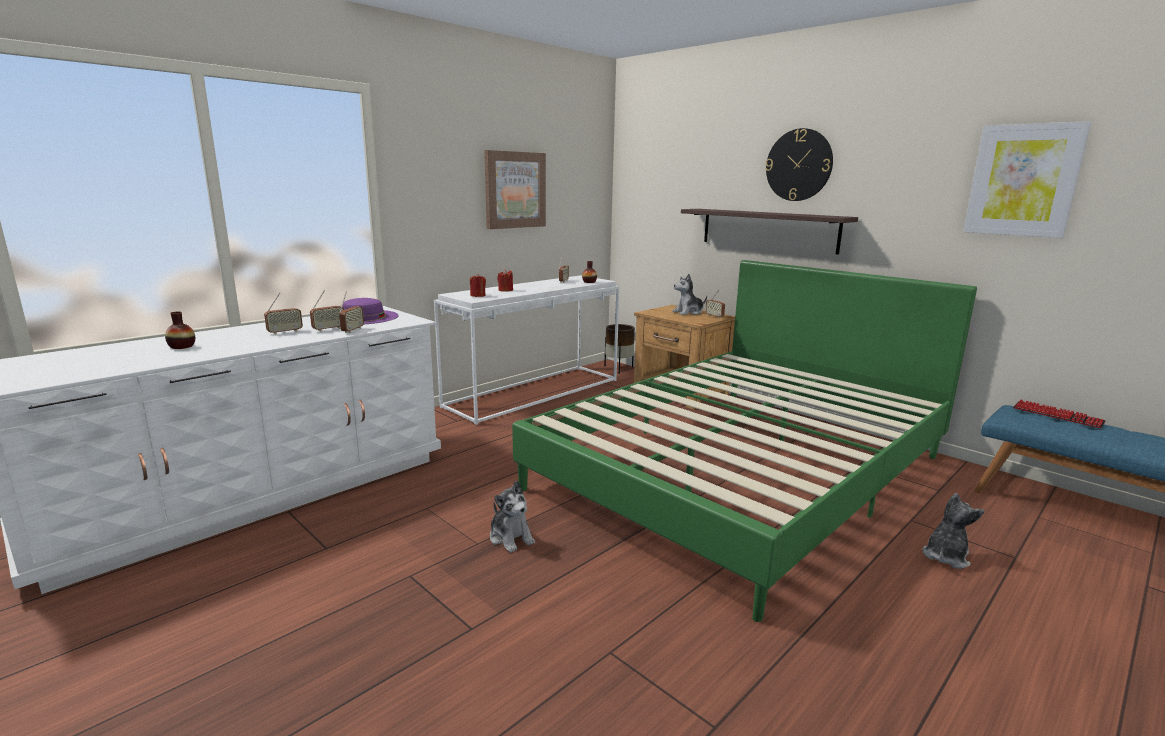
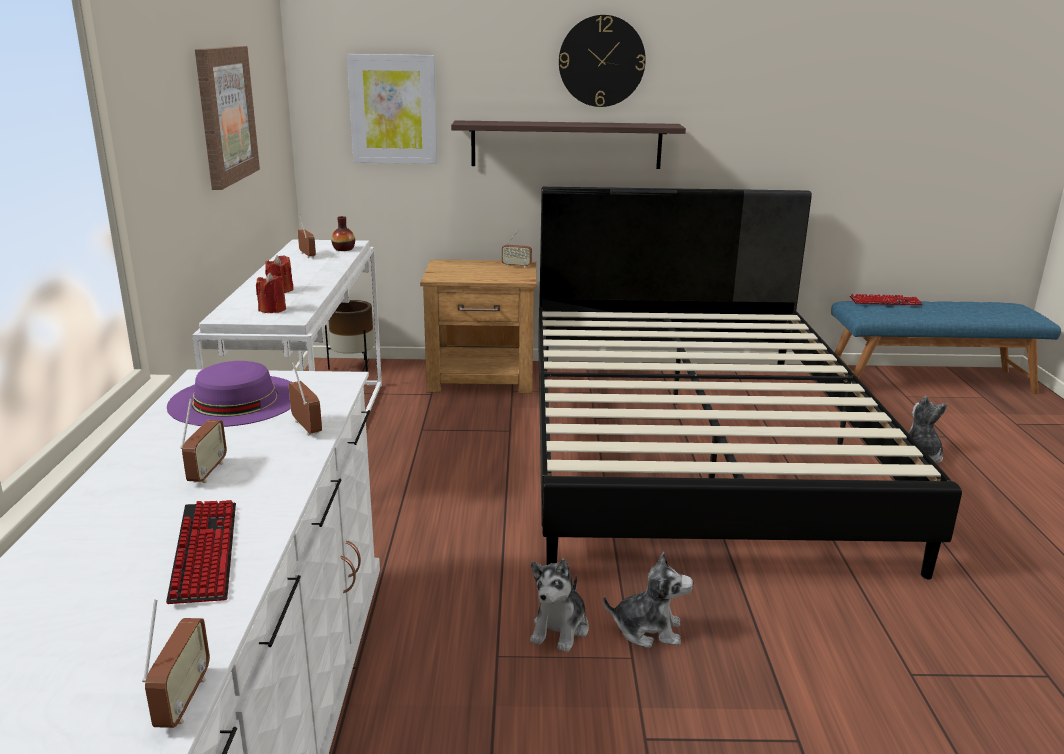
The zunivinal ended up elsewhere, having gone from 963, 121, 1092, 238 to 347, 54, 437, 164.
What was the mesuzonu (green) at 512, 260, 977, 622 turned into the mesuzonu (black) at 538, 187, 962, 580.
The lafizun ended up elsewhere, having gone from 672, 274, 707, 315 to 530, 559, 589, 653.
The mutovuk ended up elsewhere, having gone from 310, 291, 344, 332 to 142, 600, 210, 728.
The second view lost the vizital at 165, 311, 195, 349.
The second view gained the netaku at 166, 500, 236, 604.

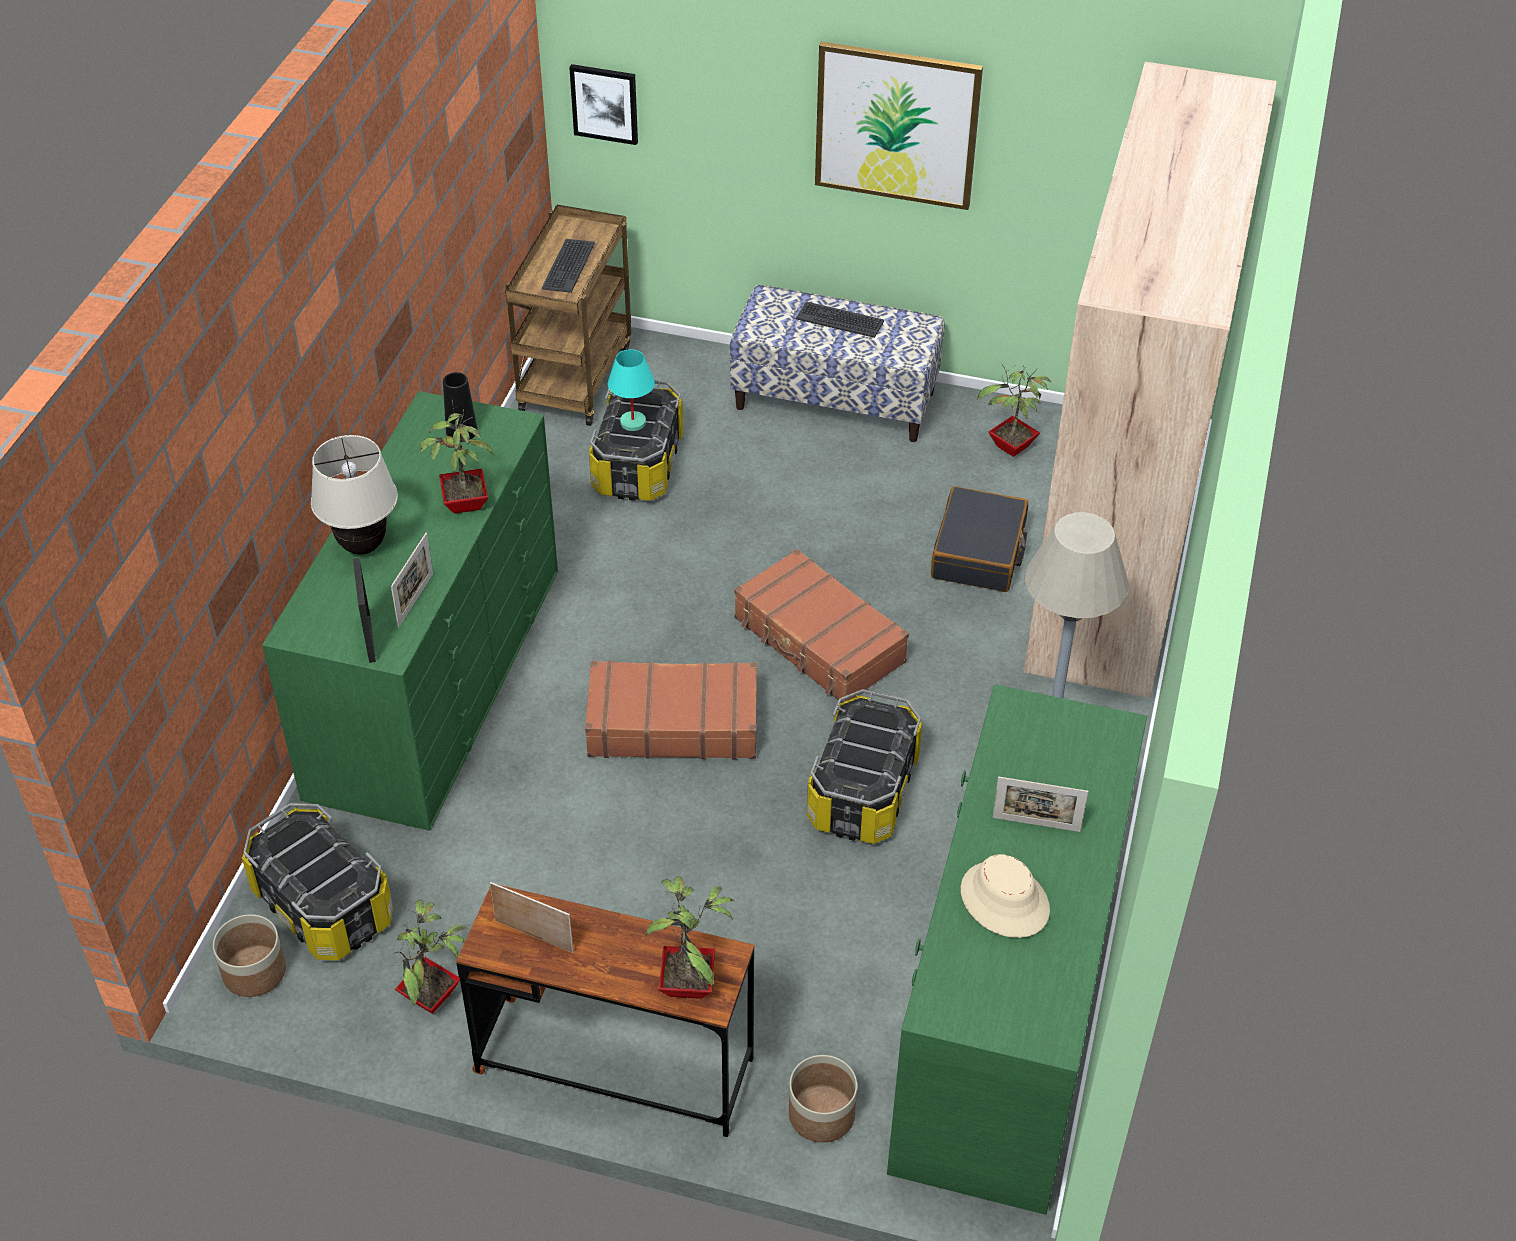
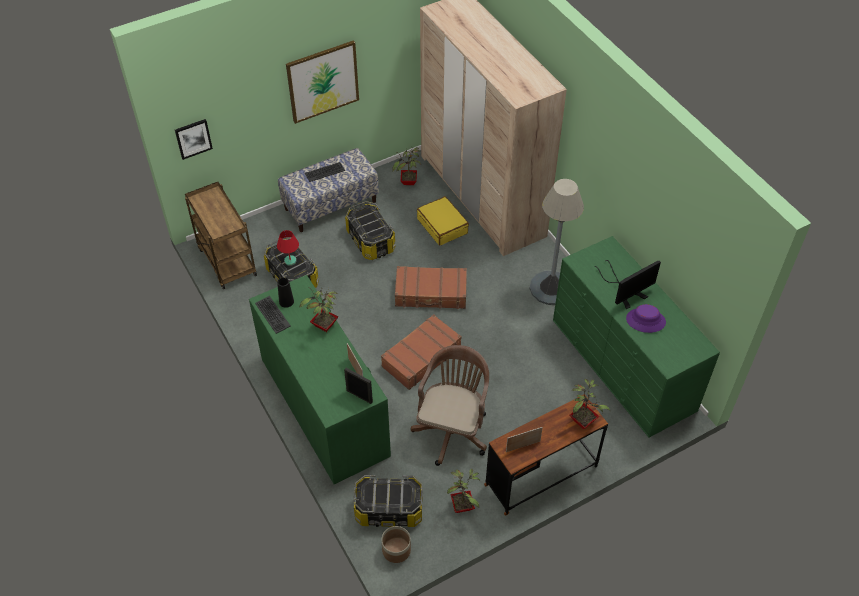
The netaku ended up elsewhere, having gone from 542, 239, 595, 293 to 255, 296, 291, 334.
What was the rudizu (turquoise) at 608, 349, 655, 431 turned into the rudizu (red) at 277, 230, 299, 266.
The second view lost the rudizu (beige) at 311, 435, 398, 555.
What was the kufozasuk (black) at 931, 486, 1028, 592 turned into the kufozasuk (yellow) at 417, 196, 469, 246.
The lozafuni ended up elsewhere, having gone from 807, 689, 923, 844 to 345, 201, 395, 260.
Where the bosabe stood at 993, 777, 1088, 832, the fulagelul came to stand at 595, 260, 661, 309.
What was the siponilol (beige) at 961, 854, 1050, 938 turned into the siponilol (purple) at 626, 304, 666, 333.
The second view lost the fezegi at 789, 1055, 857, 1143.
The second view gained the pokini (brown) at 410, 345, 489, 466.

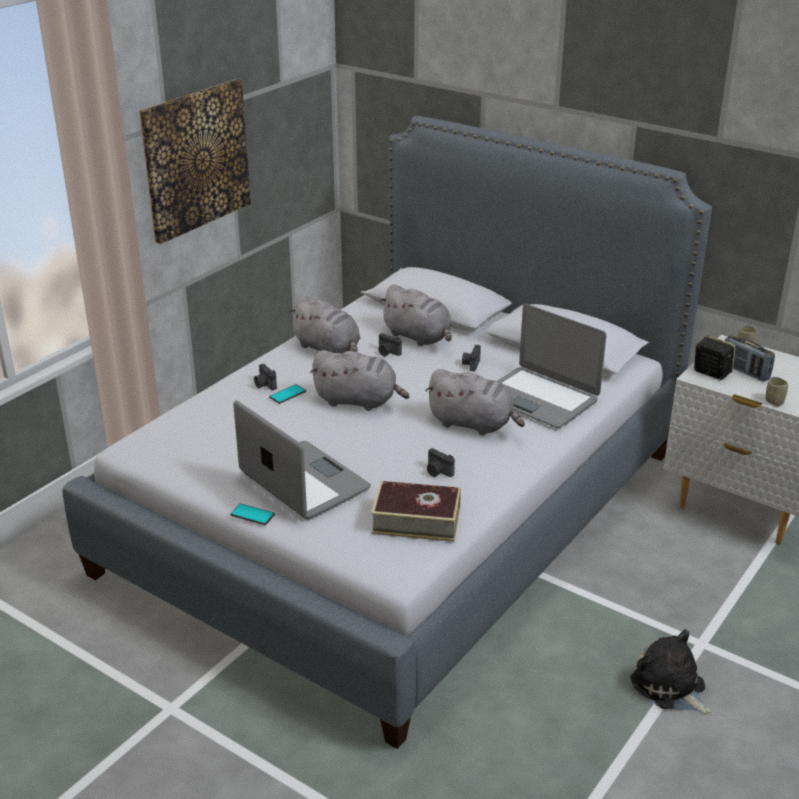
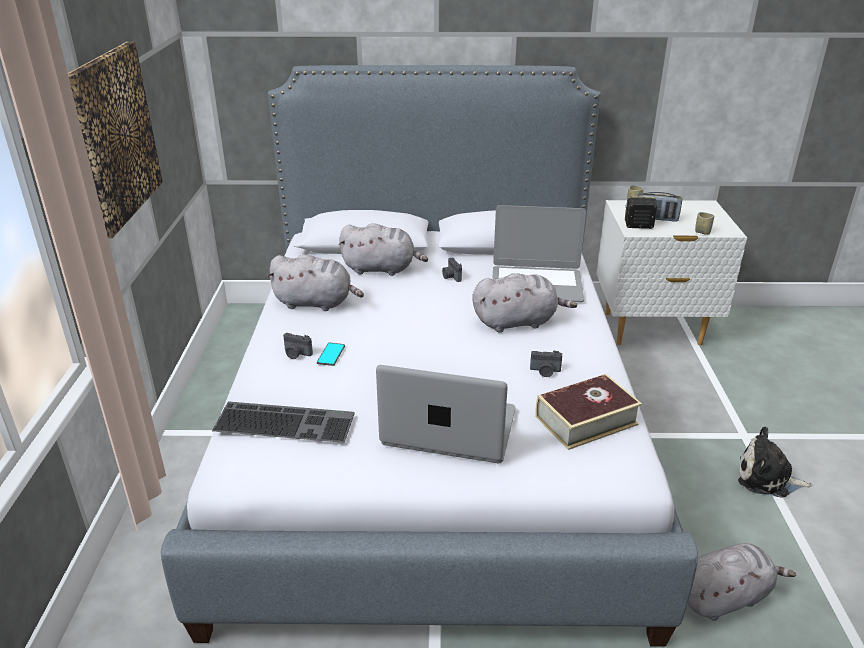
The second view lost the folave at 379, 333, 402, 356.
The lafizun (grey) ended up elsewhere, having gone from 310, 350, 409, 411 to 688, 543, 796, 621.
The second view lost the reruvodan at 230, 503, 275, 525.
The second view gained the netaku at 212, 401, 355, 443.

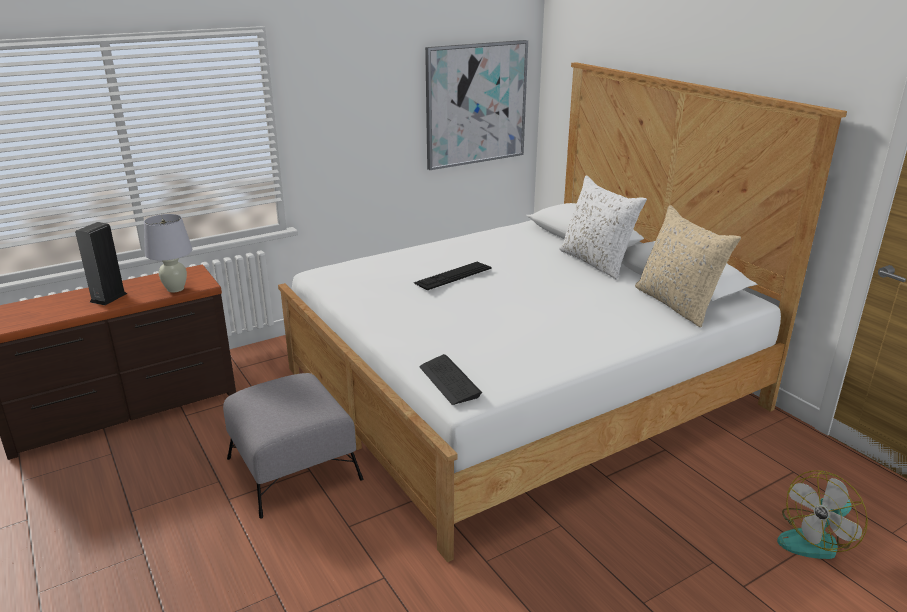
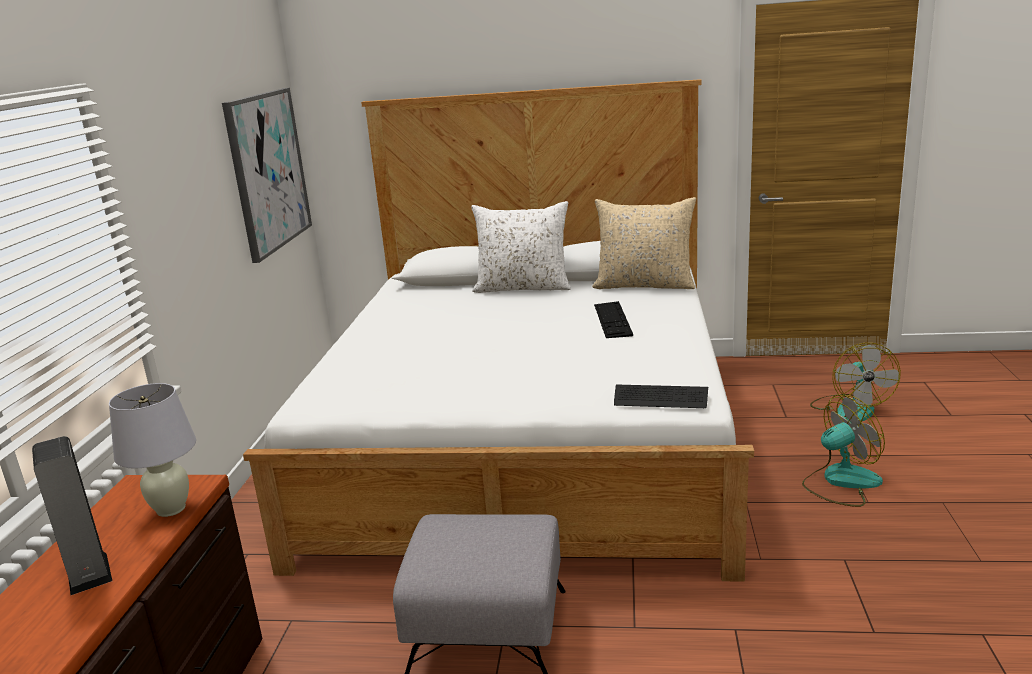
The netaku ended up elsewhere, having gone from 414, 262, 491, 290 to 594, 301, 633, 338.
The second view gained the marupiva at 802, 395, 885, 507.

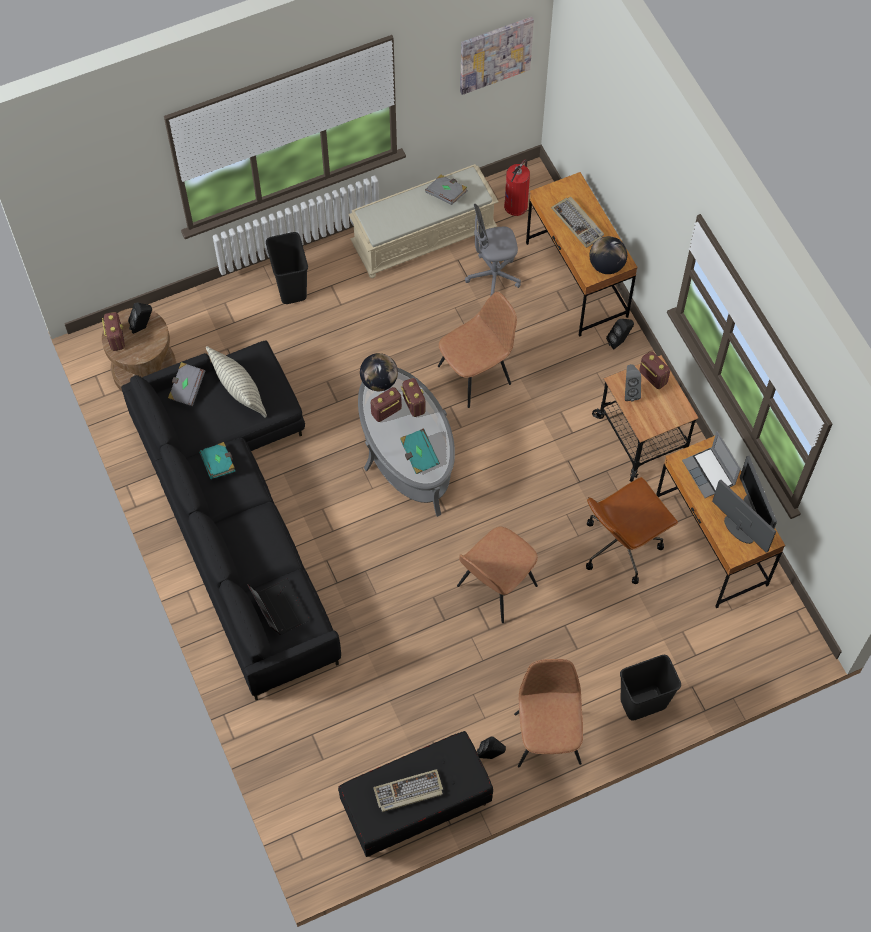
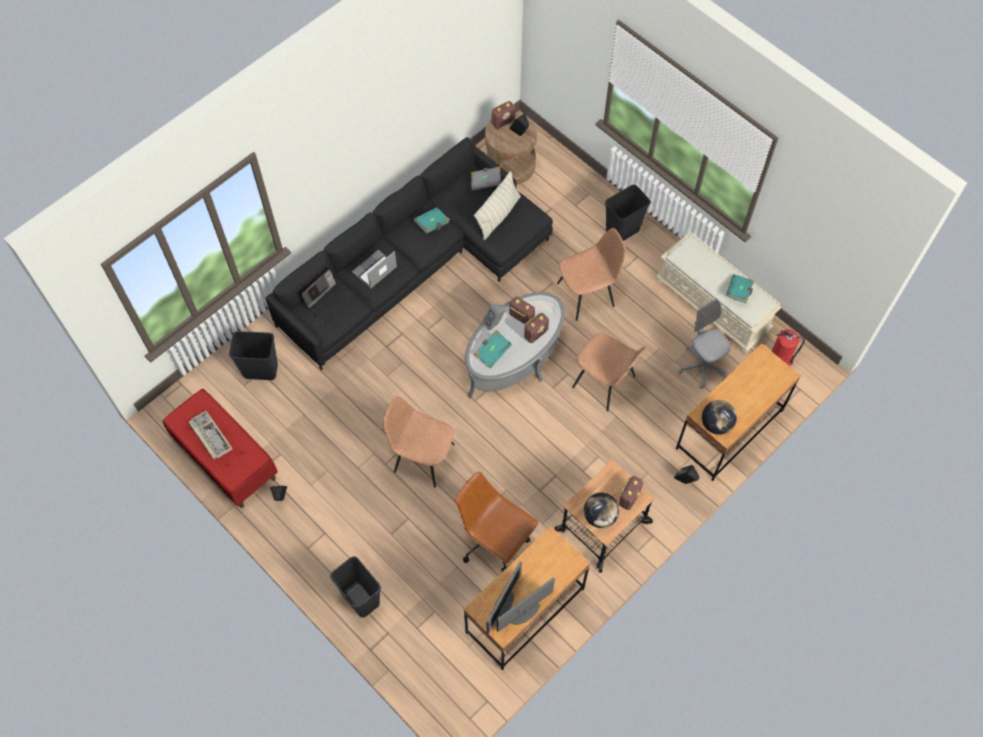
The second view lost the zunivinal at 460, 17, 534, 95.
What was the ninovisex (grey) at 425, 175, 468, 205 turned into the ninovisex (turquoise) at 726, 274, 754, 303.
The second view lost the netaku at 551, 196, 604, 248.
The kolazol ended up elsewhere, having gone from 360, 353, 398, 391 to 584, 493, 619, 528.
The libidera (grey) ended up elsewhere, having gone from 625, 364, 641, 402 to 483, 304, 506, 331.
The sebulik ended up elsewhere, having gone from 682, 431, 741, 498 to 352, 250, 397, 289.
The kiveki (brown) ended up elsewhere, having gone from 514, 659, 583, 767 to 557, 228, 626, 321.
What was the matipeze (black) at 338, 731, 493, 857 turned into the matipeze (red) at 163, 389, 278, 508.
The second view gained the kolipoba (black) at 229, 331, 278, 380.

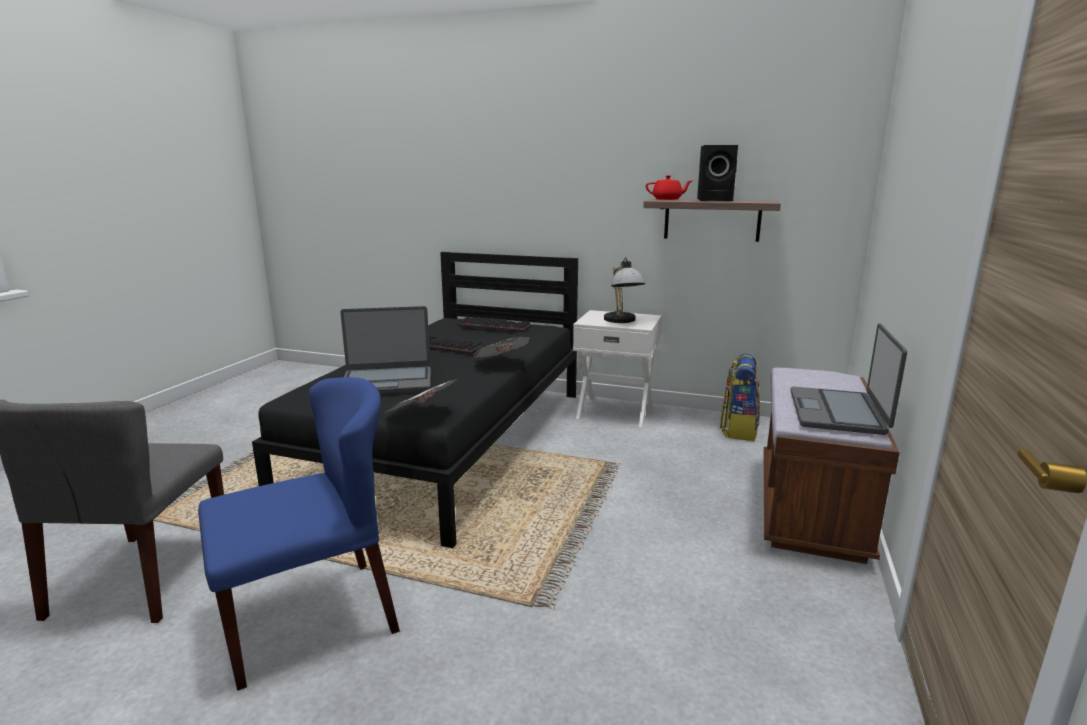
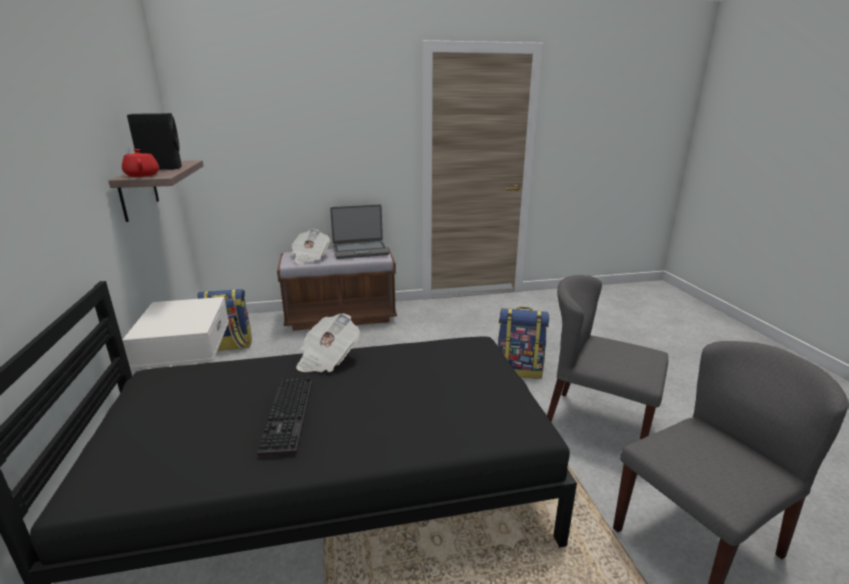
The second view lost the rudizu at 604, 257, 645, 323.
The second view lost the sebulik at 340, 306, 431, 394.
The second view lost the netaku at 458, 316, 531, 332.
What was the kiveki (blue) at 198, 377, 400, 691 turned into the kiveki (grey) at 547, 275, 668, 439.
The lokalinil ended up elsewhere, having gone from 385, 379, 457, 413 to 291, 229, 330, 263.
The second view gained the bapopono at 498, 307, 549, 378.

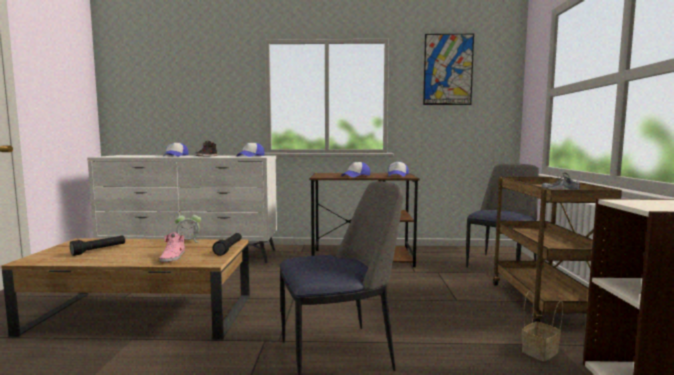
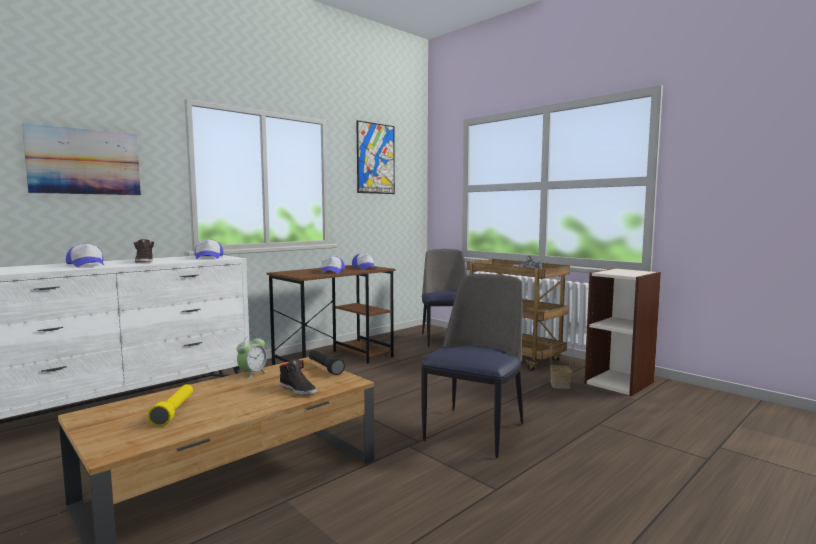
What was the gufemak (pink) at 159, 233, 185, 262 turned into the gufemak (black) at 280, 359, 317, 395.
What was the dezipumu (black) at 70, 235, 125, 256 turned into the dezipumu (yellow) at 148, 384, 193, 426.
The second view gained the zunivinal at 22, 123, 141, 195.

